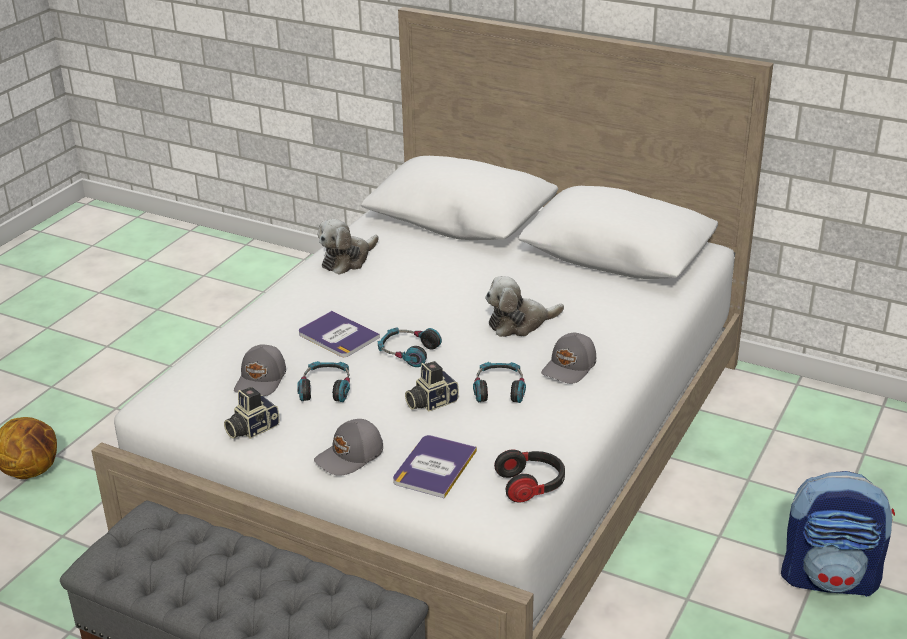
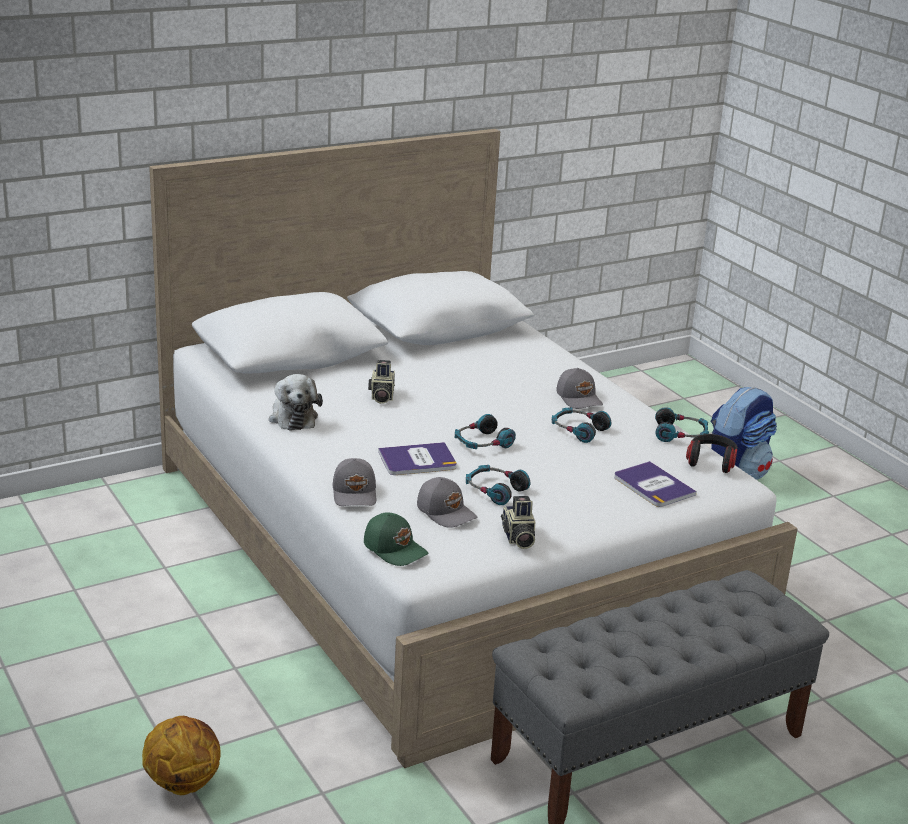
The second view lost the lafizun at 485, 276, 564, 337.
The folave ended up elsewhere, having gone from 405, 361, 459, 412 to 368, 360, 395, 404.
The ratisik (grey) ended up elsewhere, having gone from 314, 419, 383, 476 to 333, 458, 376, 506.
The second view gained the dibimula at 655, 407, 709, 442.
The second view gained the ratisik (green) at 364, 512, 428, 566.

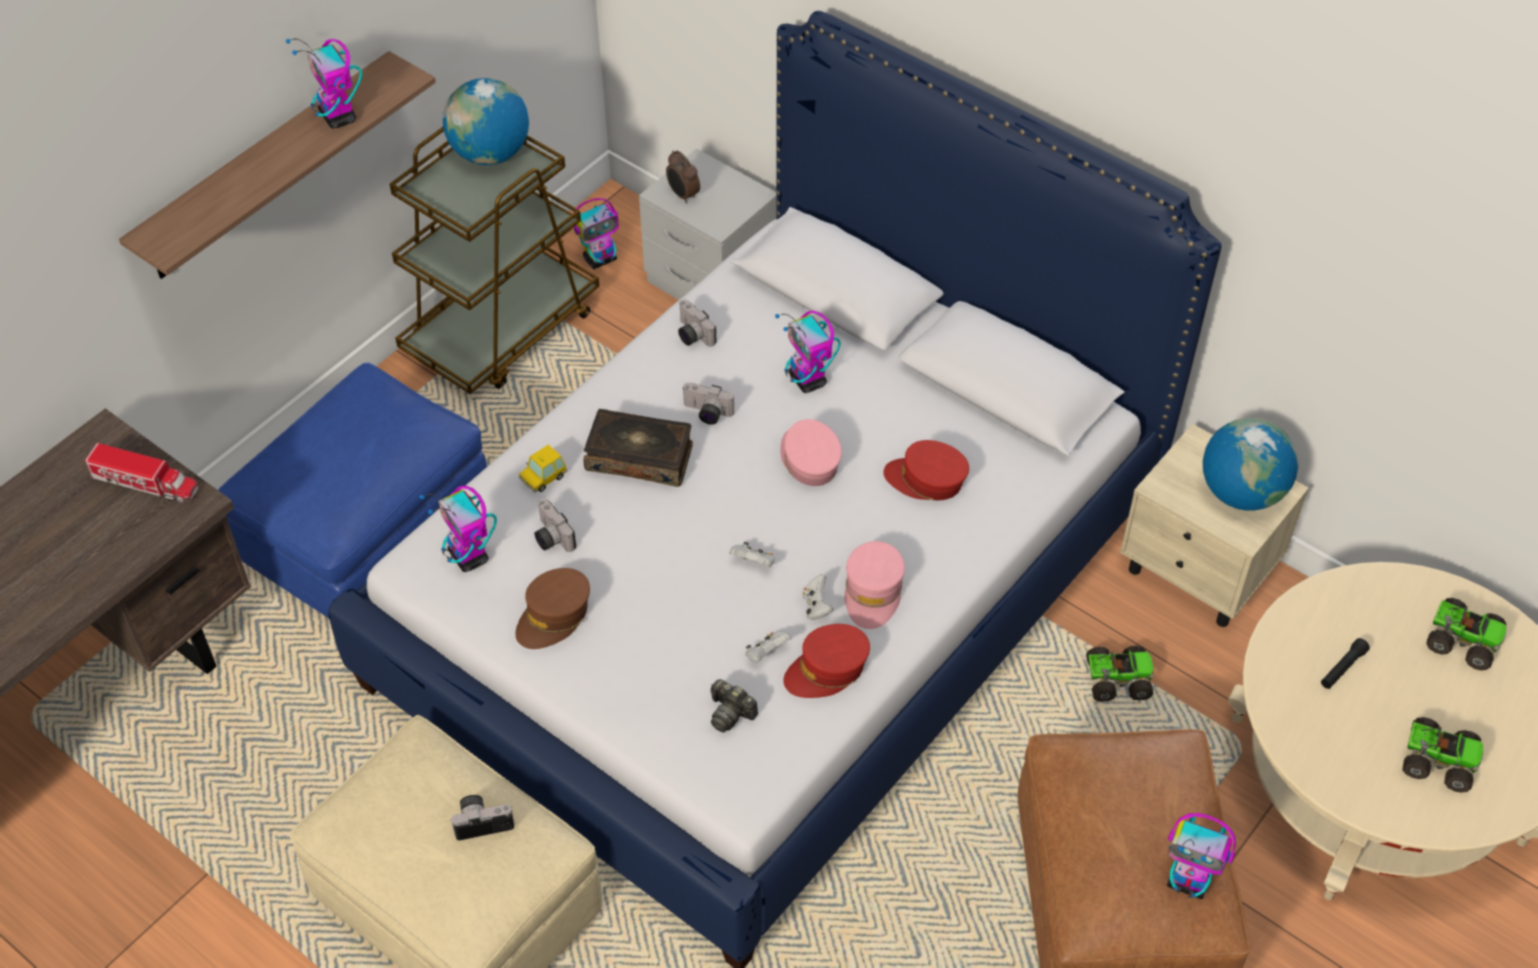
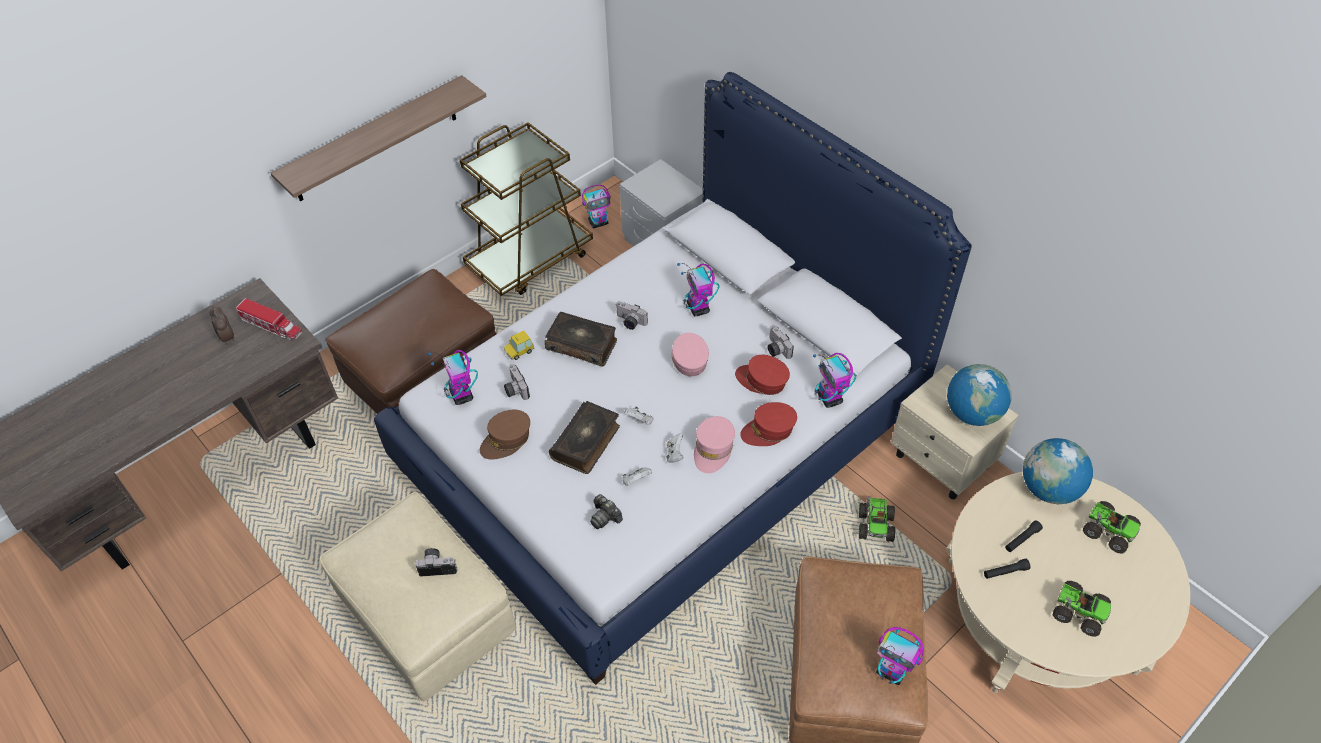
The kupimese ended up elsewhere, having gone from 285, 38, 362, 128 to 813, 353, 856, 408.
The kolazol ended up elsewhere, having gone from 443, 78, 529, 165 to 1023, 438, 1093, 504.
The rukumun ended up elsewhere, having gone from 666, 151, 700, 204 to 210, 306, 235, 345.
The folave ended up elsewhere, having gone from 678, 299, 717, 347 to 768, 325, 794, 359.
What was the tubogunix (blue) at 218, 363, 487, 618 turned into the tubogunix (brown) at 325, 269, 496, 414.
The ratisik (red) ended up elsewhere, having gone from 783, 624, 870, 698 to 740, 402, 797, 446.
The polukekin at 1086, 645, 1154, 701 ended up facing another way, 90 degrees clockwise from before.
The second view gained the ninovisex at 549, 401, 620, 474.
The second view gained the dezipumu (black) at 984, 559, 1030, 579.

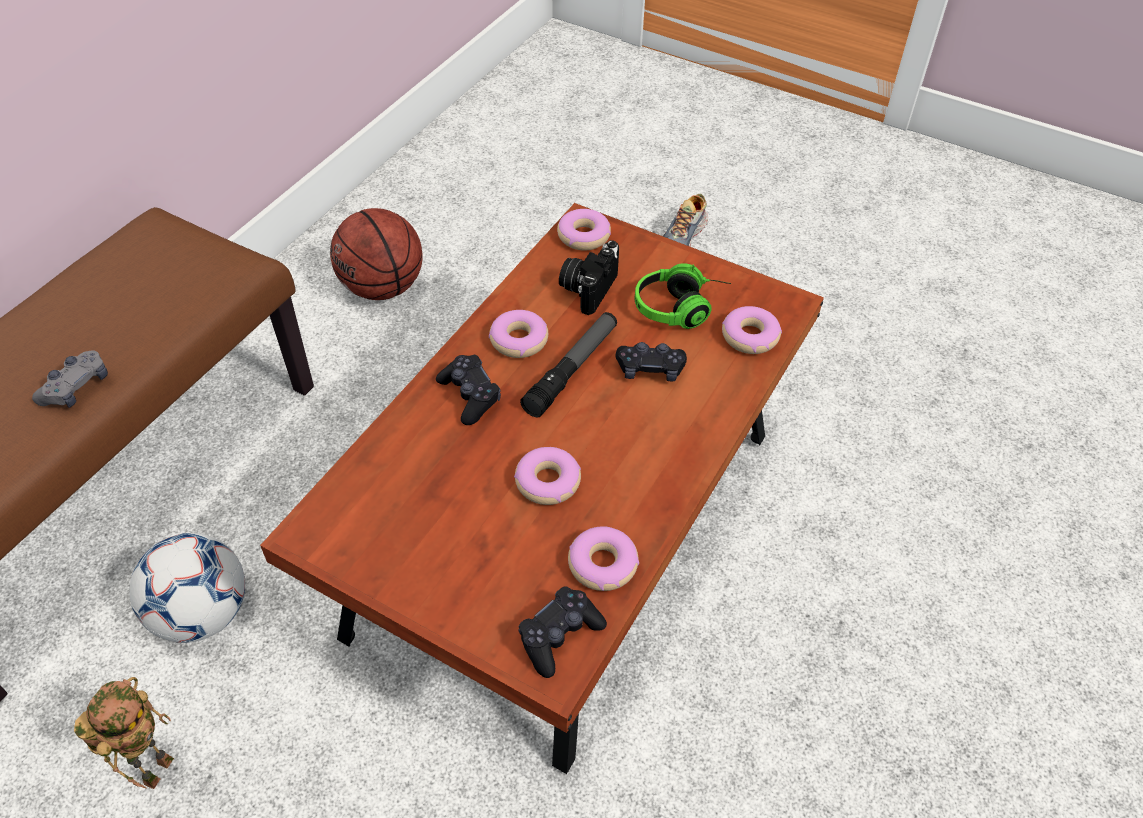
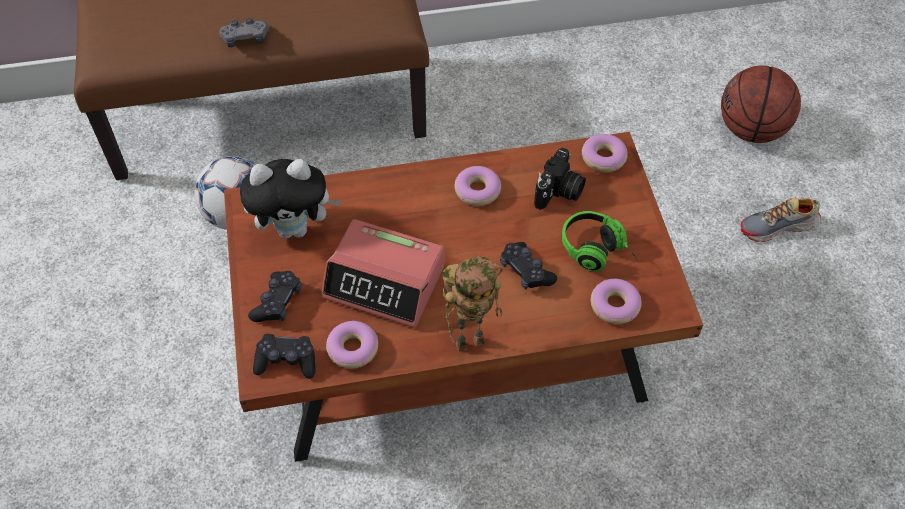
The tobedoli ended up elsewhere, having gone from 330, 208, 423, 300 to 721, 65, 801, 143.
The folave at 559, 240, 619, 315 ended up facing another way, 135 degrees clockwise from before.
The second view lost the dezipumu at 520, 312, 617, 418.
The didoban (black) ended up elsewhere, having gone from 436, 355, 501, 425 to 248, 271, 302, 322.
Where the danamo stood at 514, 447, 581, 505, the rukumun came to stand at 321, 219, 444, 328.
The kupimese ended up elsewhere, having gone from 74, 677, 174, 789 to 443, 256, 503, 352.
The second view gained the lafizun at 240, 159, 341, 239.

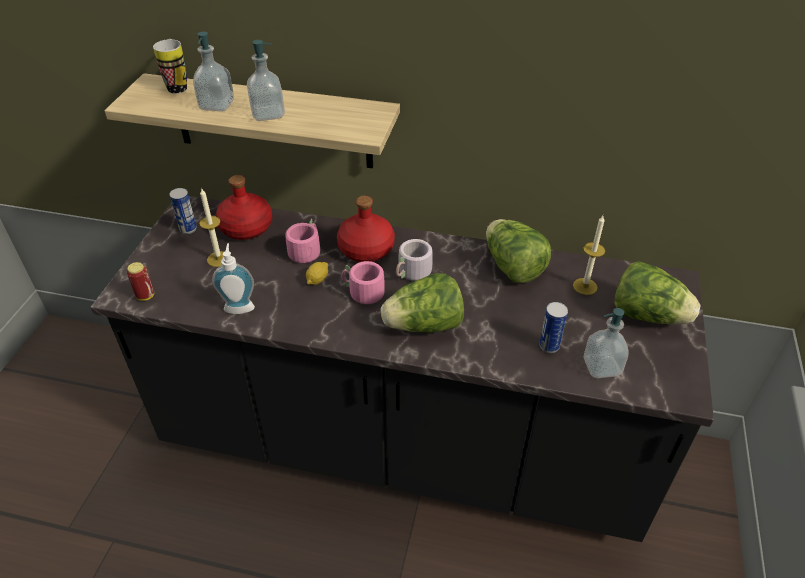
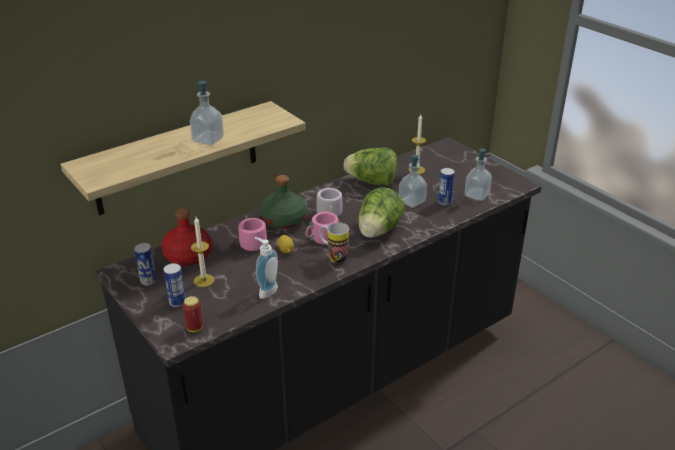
The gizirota ended up elsewhere, having gone from 193, 32, 234, 112 to 399, 155, 427, 208.
The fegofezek ended up elsewhere, having gone from 153, 39, 187, 93 to 319, 223, 349, 264.
What was the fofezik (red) at 337, 196, 395, 262 turned into the fofezik (green) at 260, 175, 307, 229.
The second view lost the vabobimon at 615, 261, 701, 324.
The second view gained the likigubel at 163, 263, 185, 307.

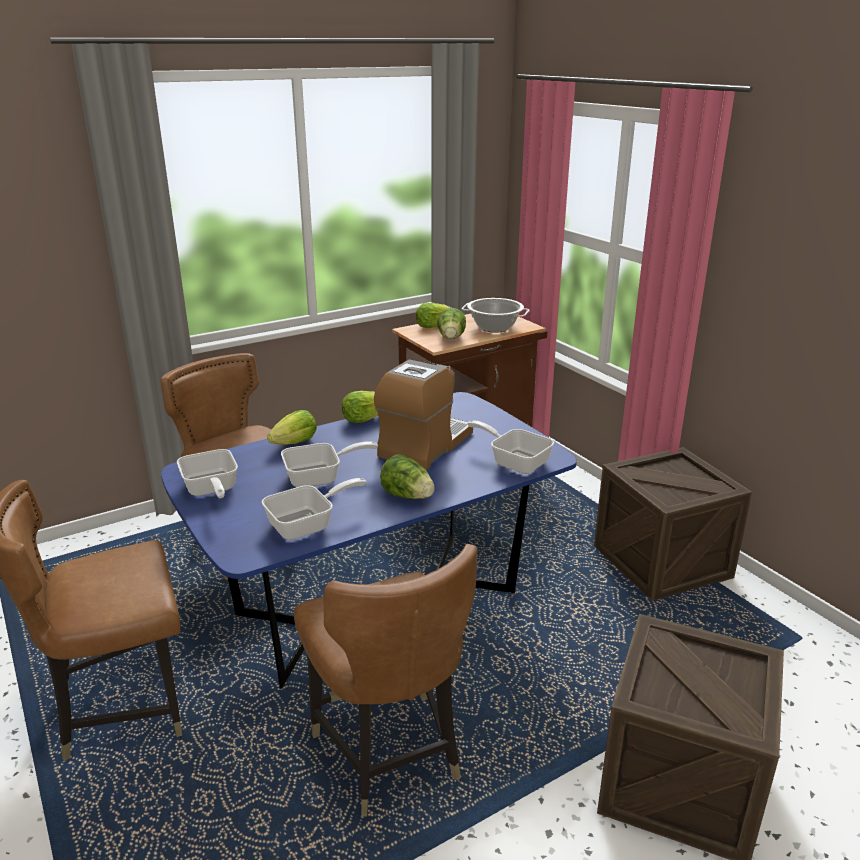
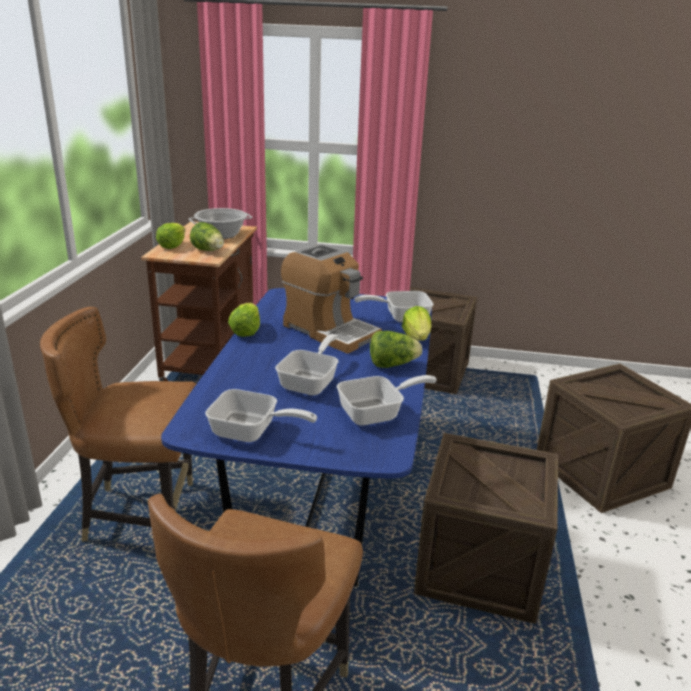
The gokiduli at 374, 360, 473, 470 ended up facing another way, 150 degrees clockwise from before.
The vabobimon ended up elsewhere, having gone from 267, 410, 317, 445 to 402, 306, 432, 341.
The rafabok at 262, 478, 366, 540 ended up facing another way, 60 degrees clockwise from before.
Where the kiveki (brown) stood at 294, 544, 478, 816, the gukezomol came to stand at 414, 433, 558, 624.

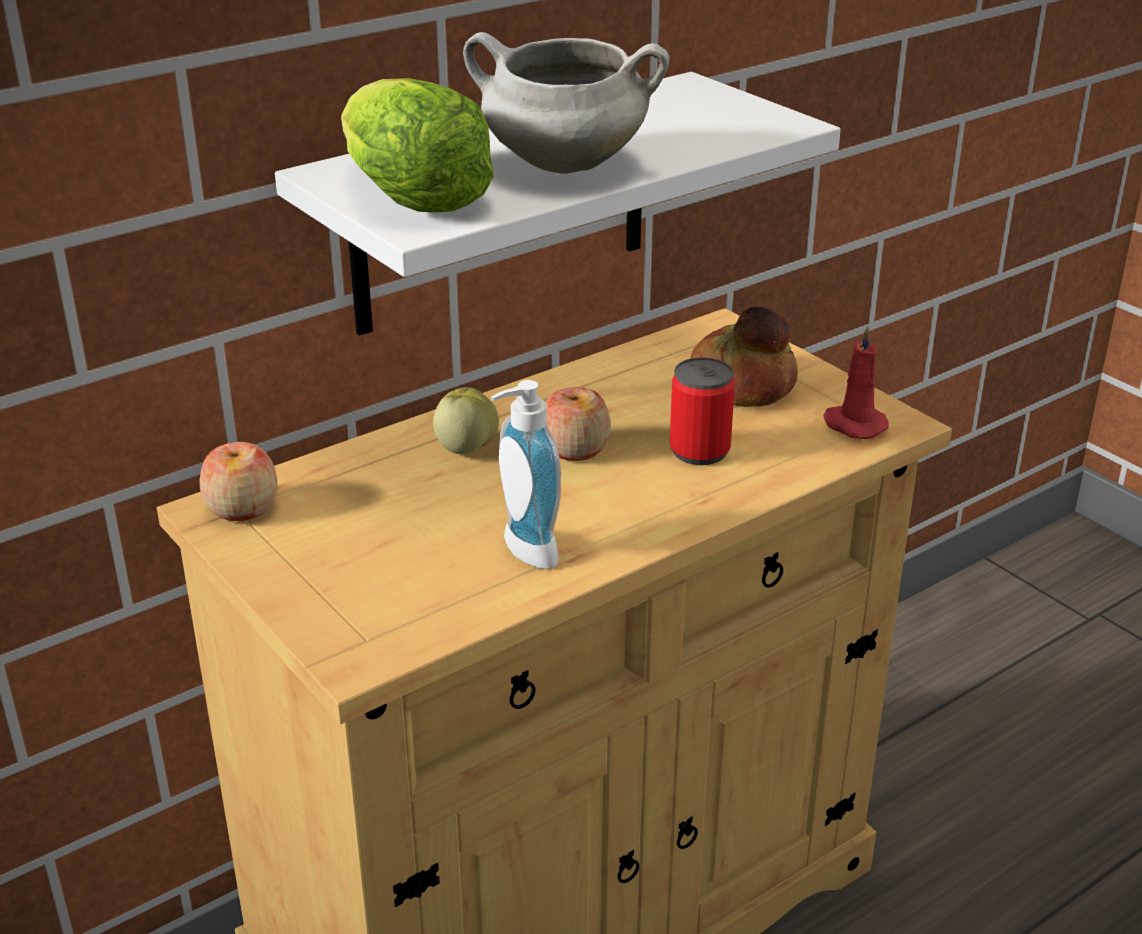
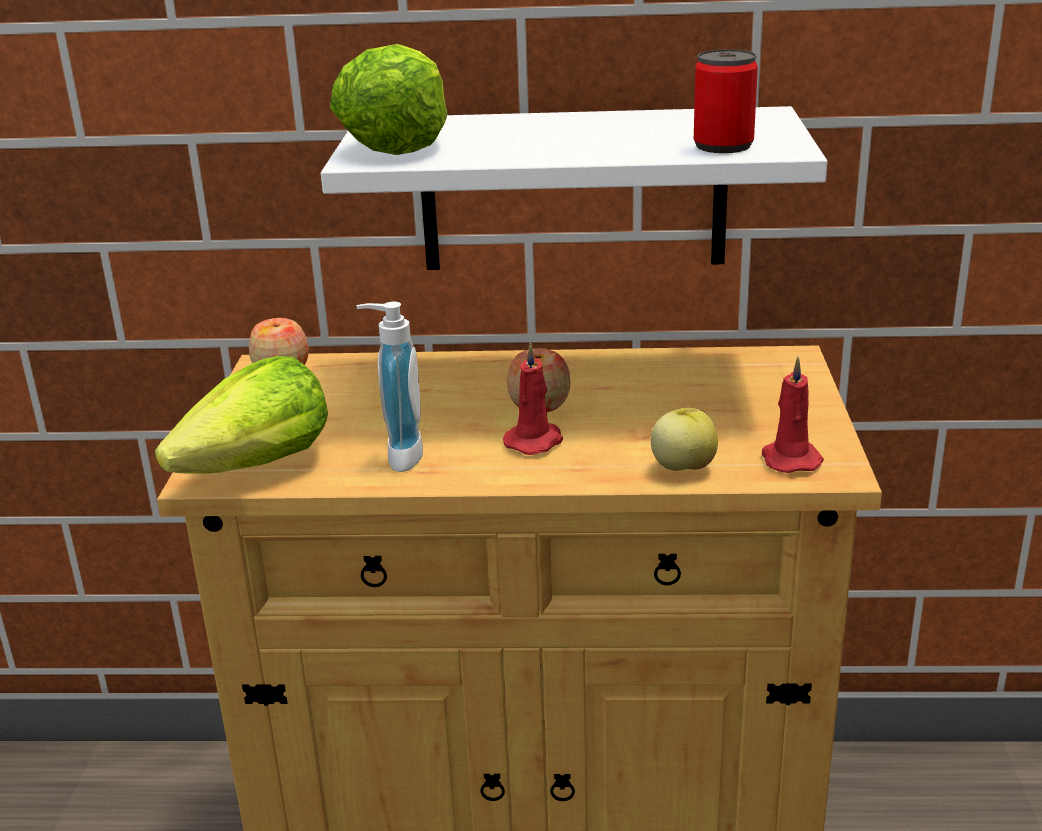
The second view lost the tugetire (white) at 463, 32, 670, 174.
The second view lost the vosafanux at 690, 307, 798, 407.
The likigubel ended up elsewhere, having gone from 670, 358, 735, 465 to 694, 49, 758, 153.
The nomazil ended up elsewhere, having gone from 433, 387, 499, 454 to 651, 408, 718, 471.
The second view gained the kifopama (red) at 503, 342, 564, 455.
The second view gained the vabobimon at 155, 356, 328, 474.

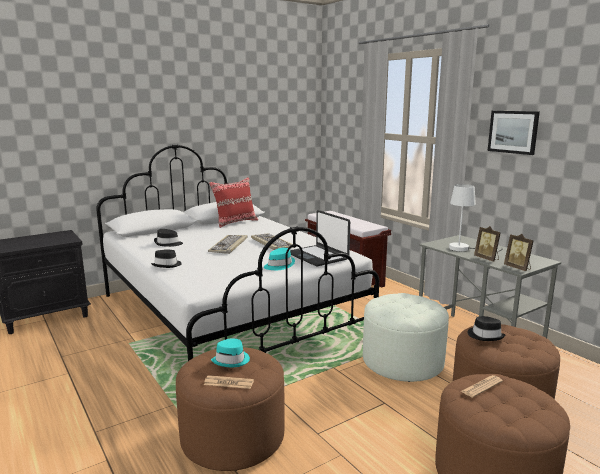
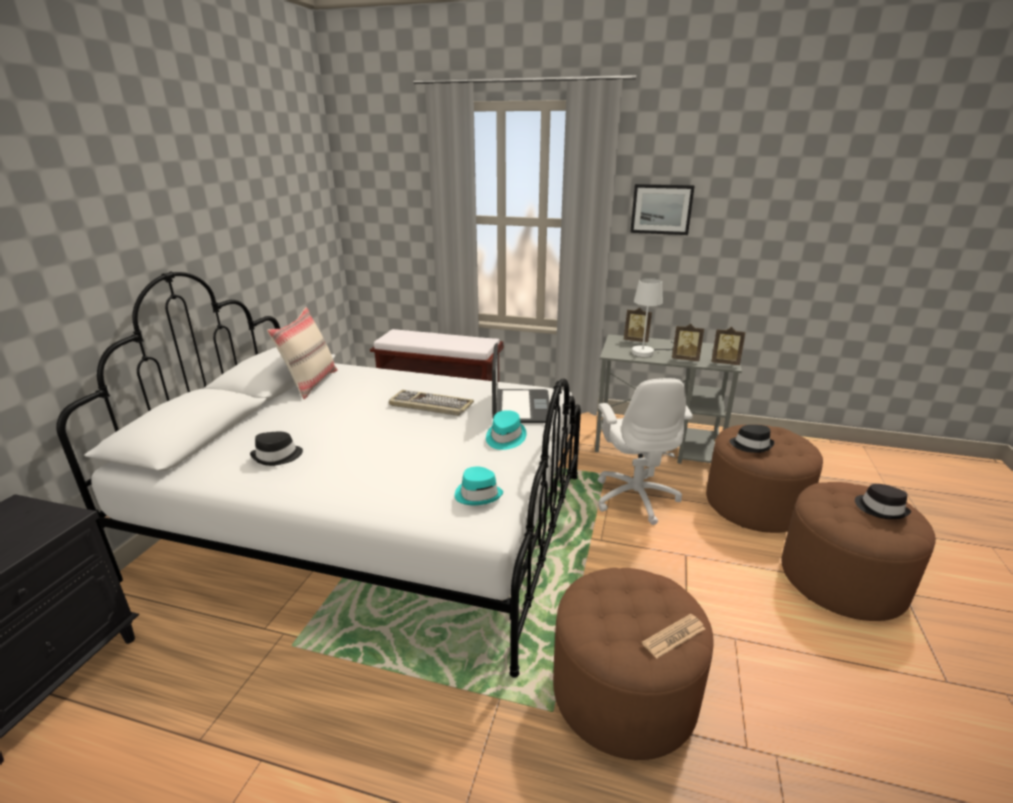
What was the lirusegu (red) at 209, 177, 258, 228 turned into the lirusegu (beige) at 267, 307, 338, 399.
The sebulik at 290, 210, 350, 266 ended up facing another way, 105 degrees counterclockwise from before.
The second view lost the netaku at 208, 235, 247, 254.
The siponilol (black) ended up elsewhere, having gone from 151, 249, 182, 268 to 855, 484, 911, 519.
Where the tubogunix (white) stood at 363, 293, 449, 382, the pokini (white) came to stand at 598, 378, 693, 525.
The siponilol (turquoise) ended up elsewhere, having gone from 211, 338, 250, 367 to 455, 466, 503, 505.
The second view lost the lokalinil at 461, 375, 503, 398.
The second view gained the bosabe at 624, 308, 652, 342.

